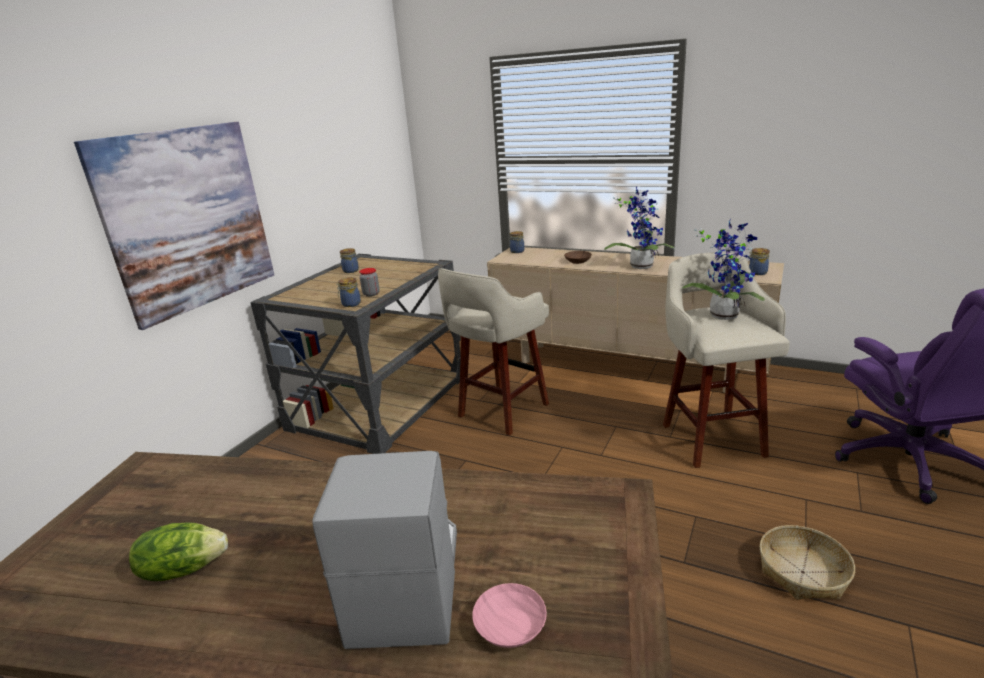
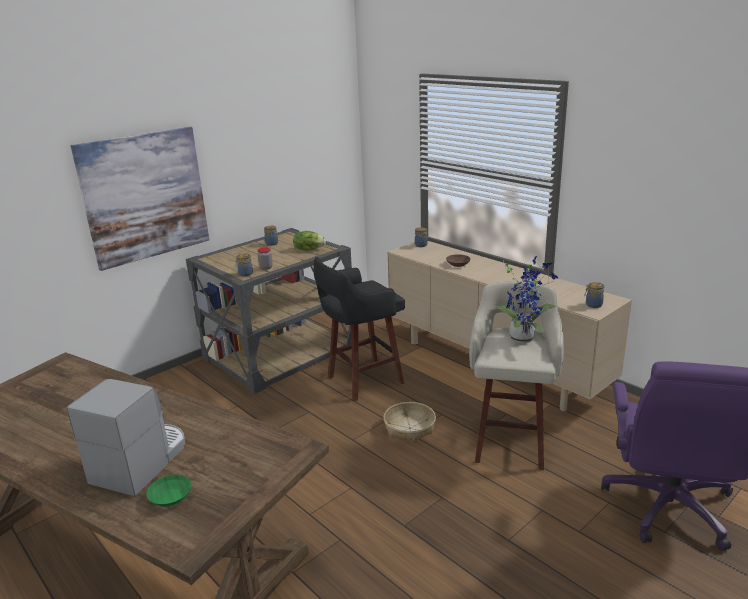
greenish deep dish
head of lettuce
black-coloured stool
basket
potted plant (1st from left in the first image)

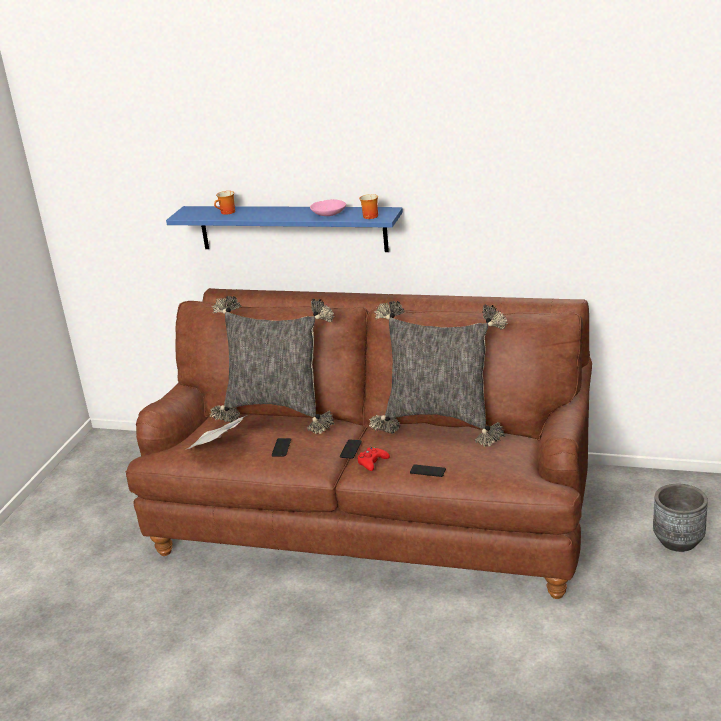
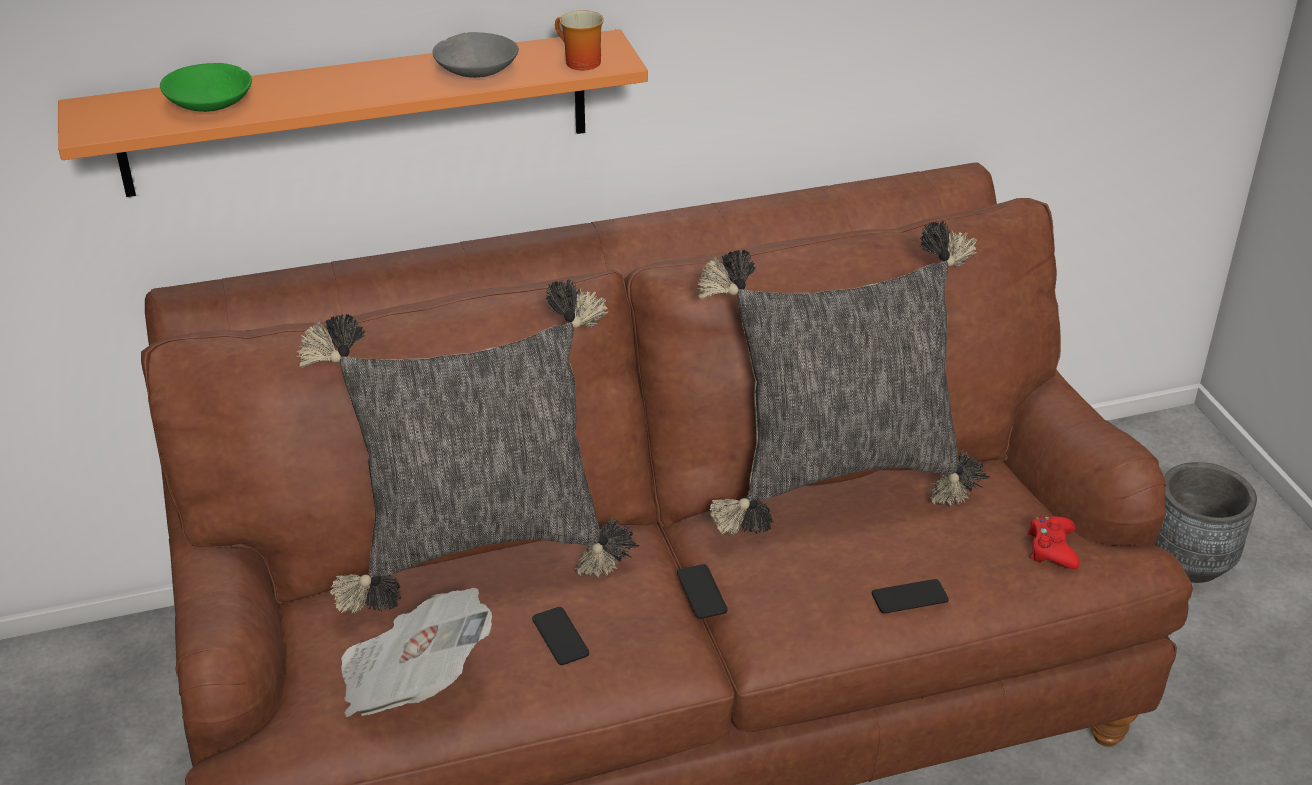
orangey bracket shelf
greenish deep dish
gray deep dish
red-coloured game controller

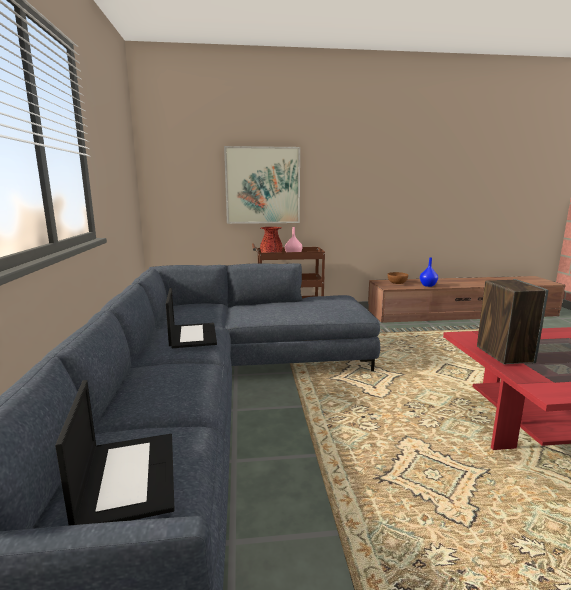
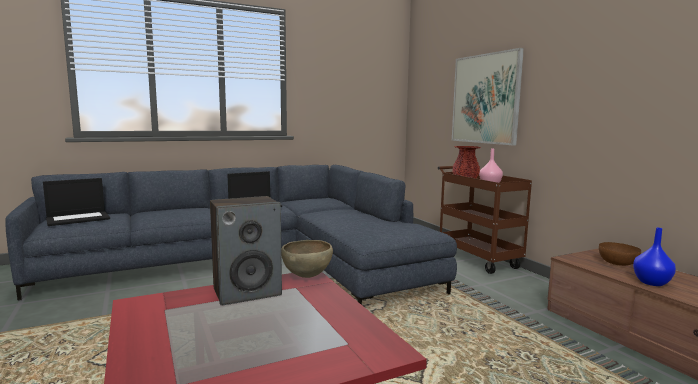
brown-coloured deep dish (1st from left)

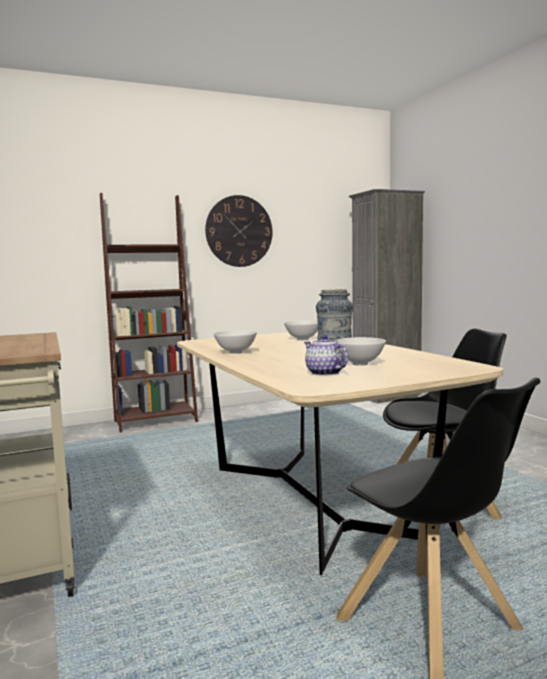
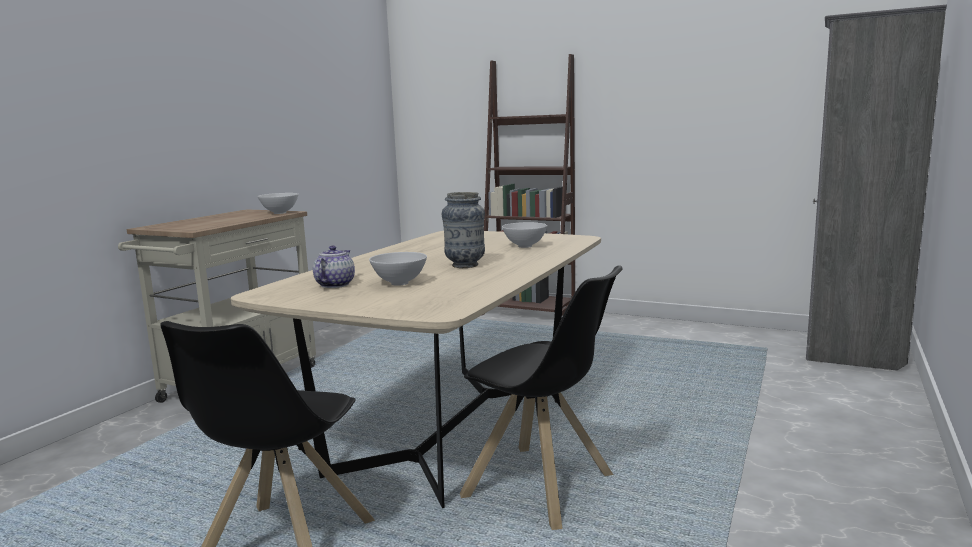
whitish deep dish (1st from left)
hanging clock

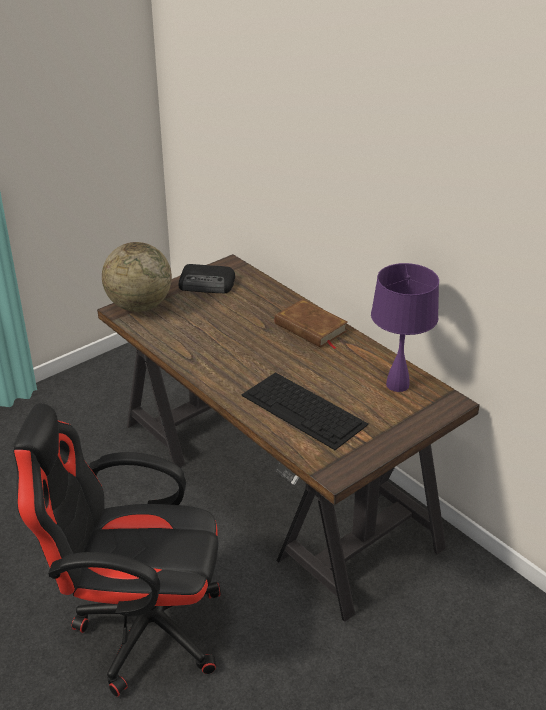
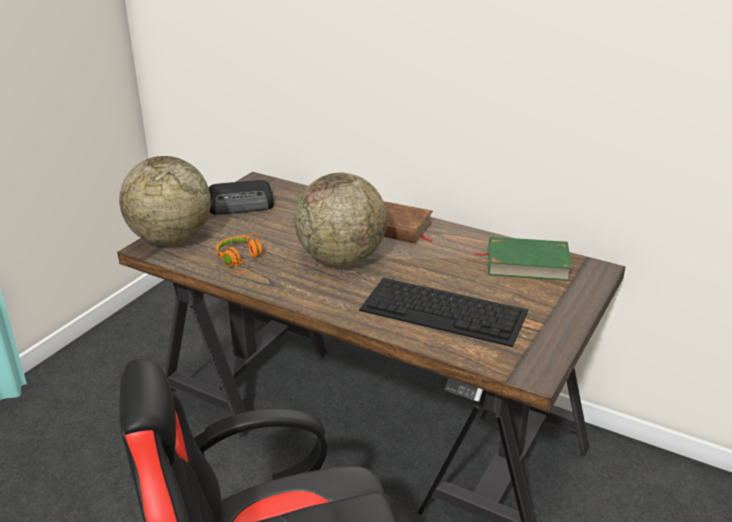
orangey headphones
globe (2nd from left)
greenish volume

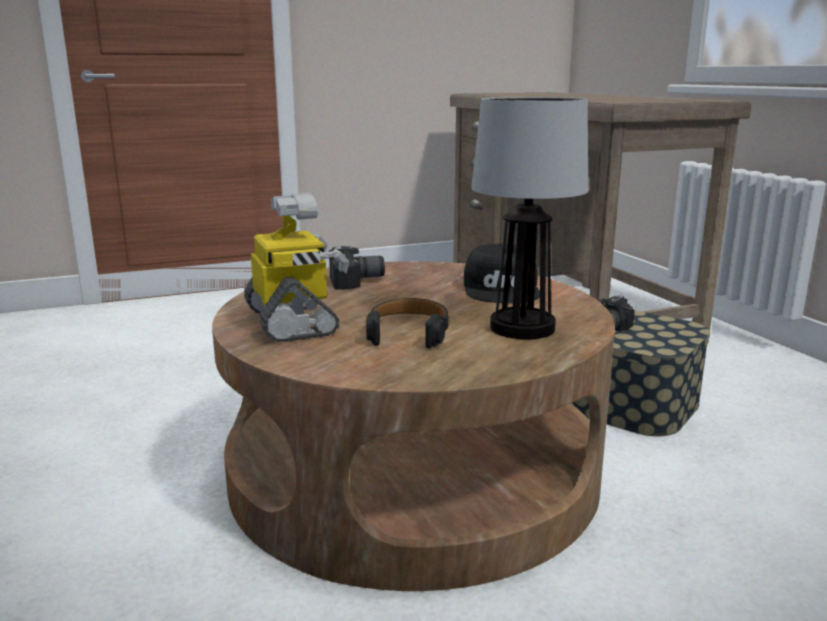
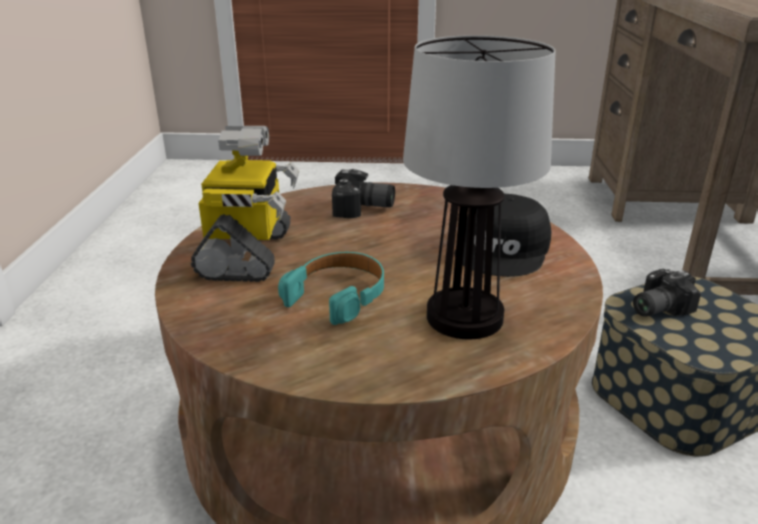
turquoise-coloured headphones

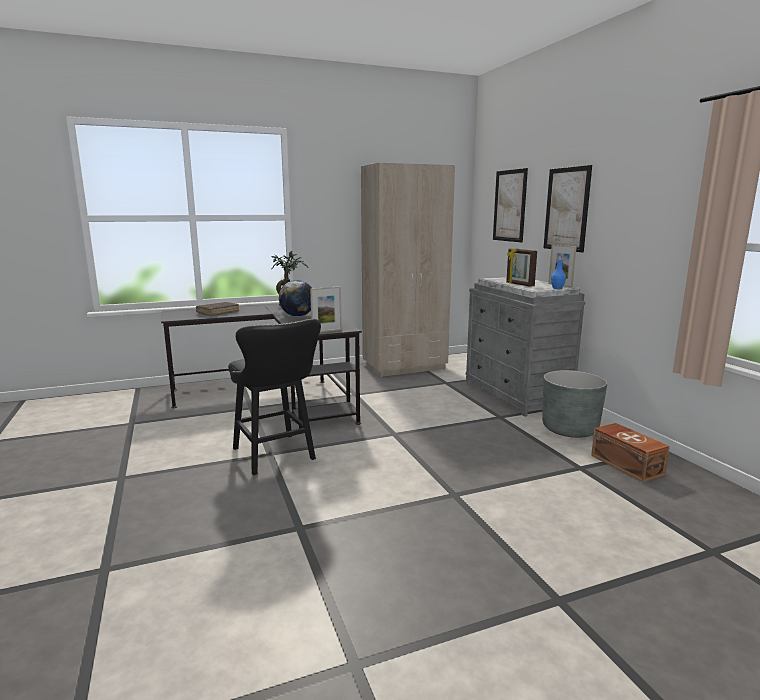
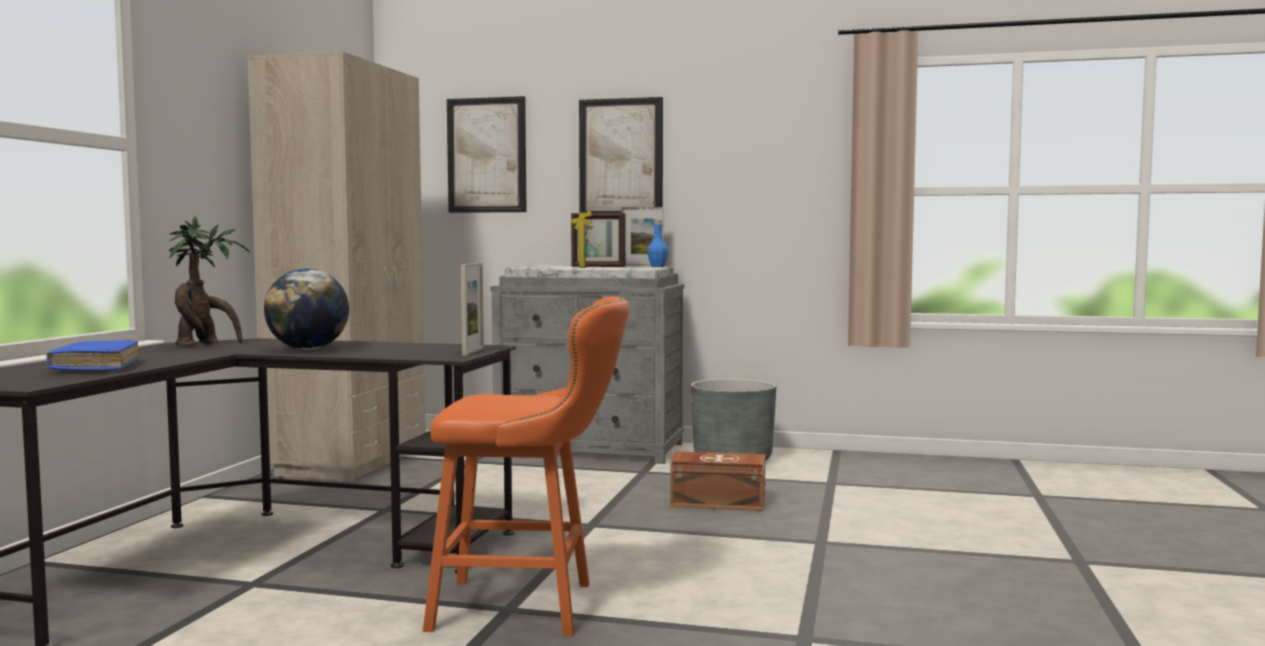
blue volume
orangey stool
brown-coloured storage bin

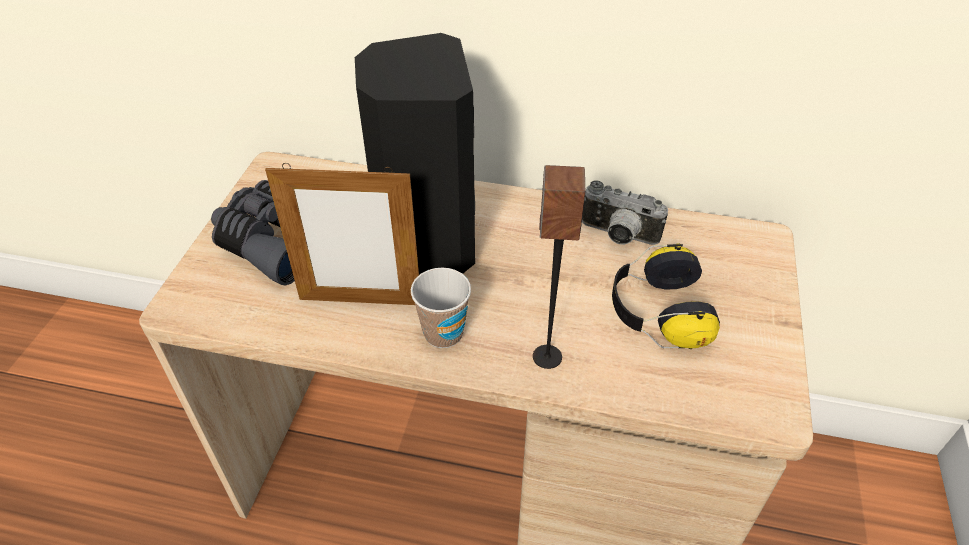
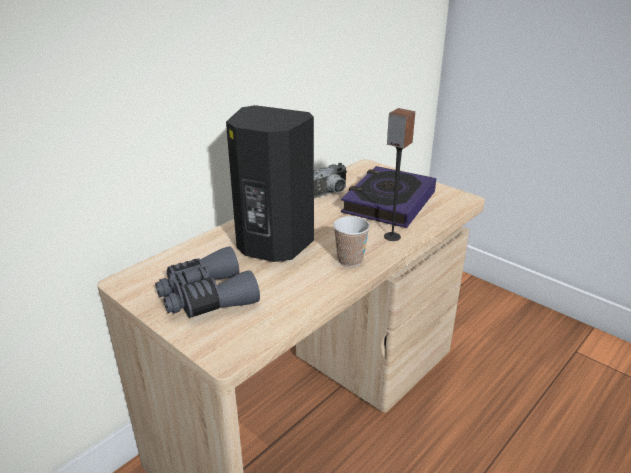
volume
picture frame

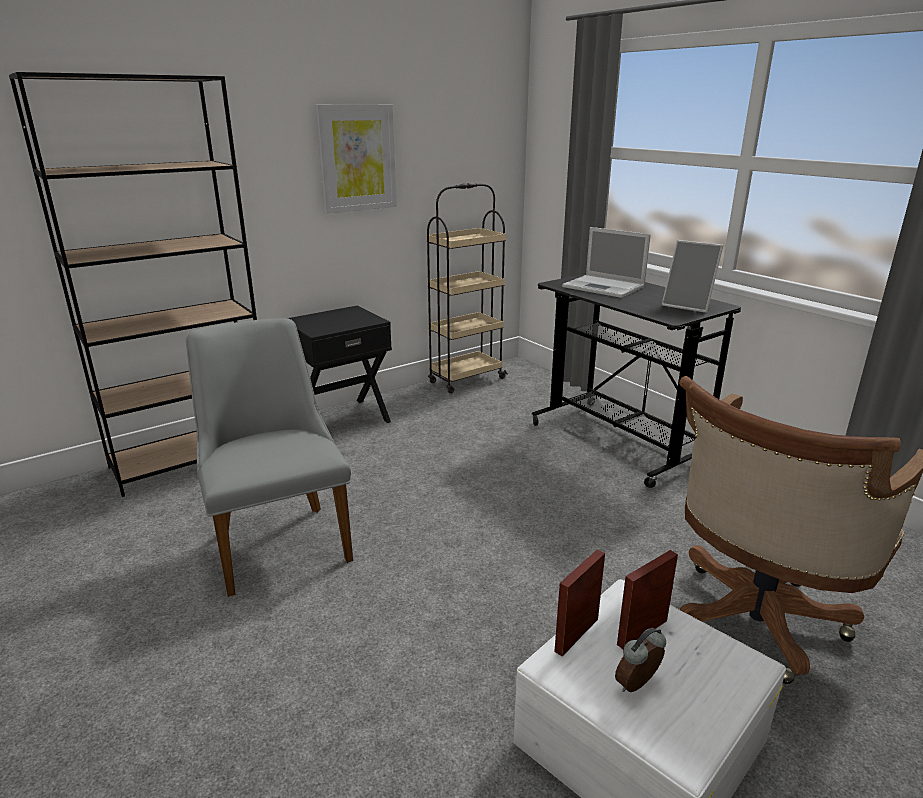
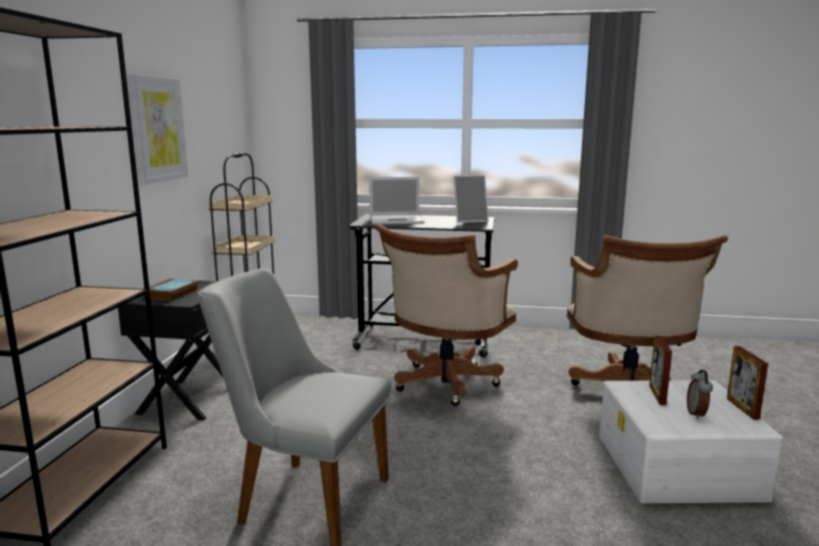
volume
office chair (1st from left)
picture frame (3rd from left)

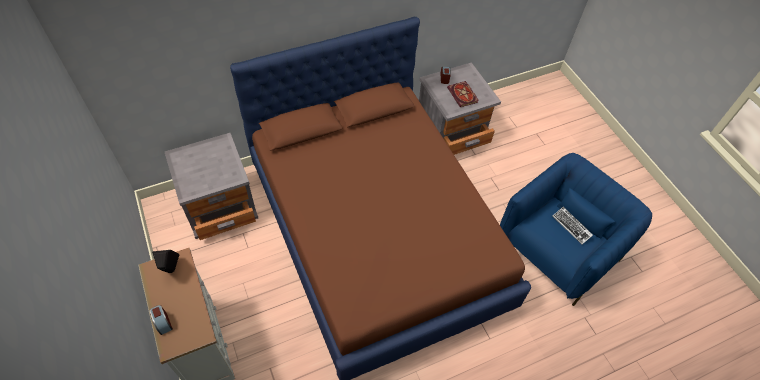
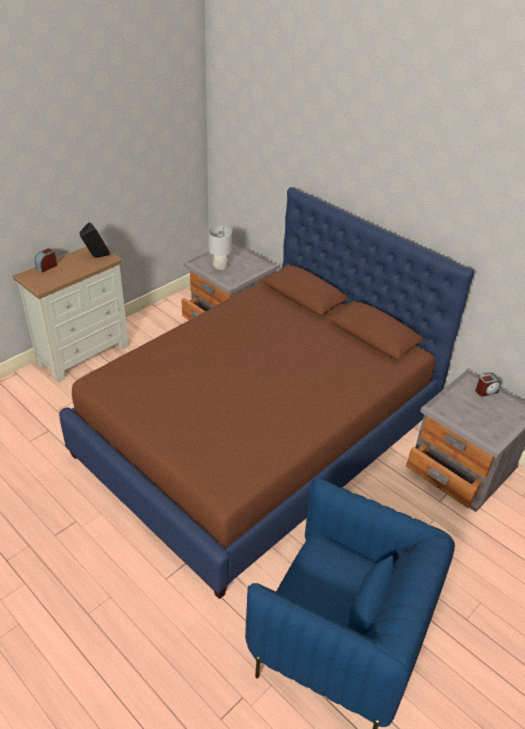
gray table lamp
volume
computer keyboard

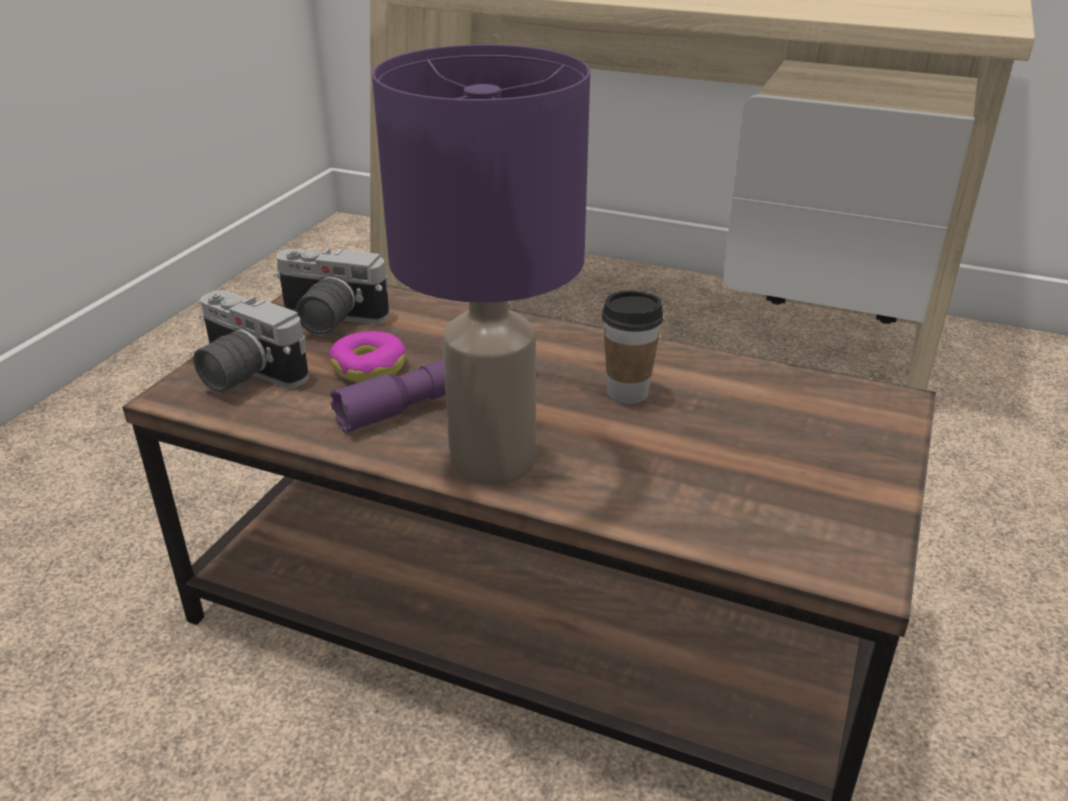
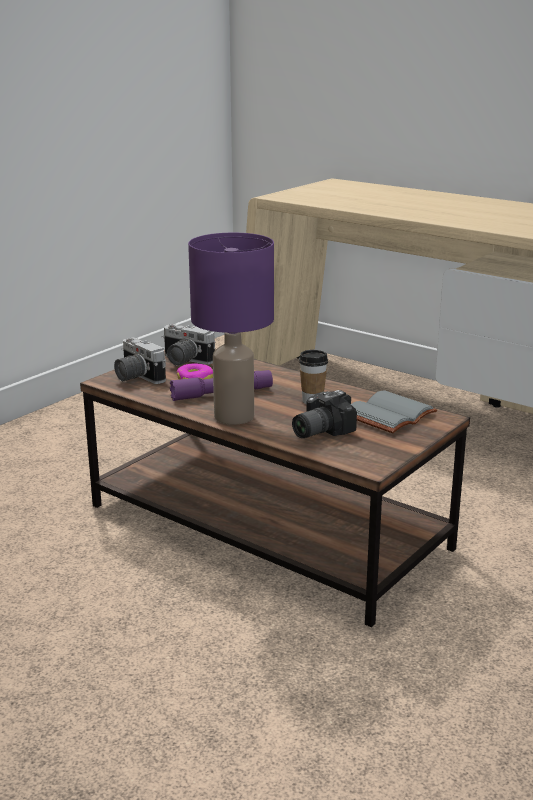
still camera (3rd from left)
gray volume

